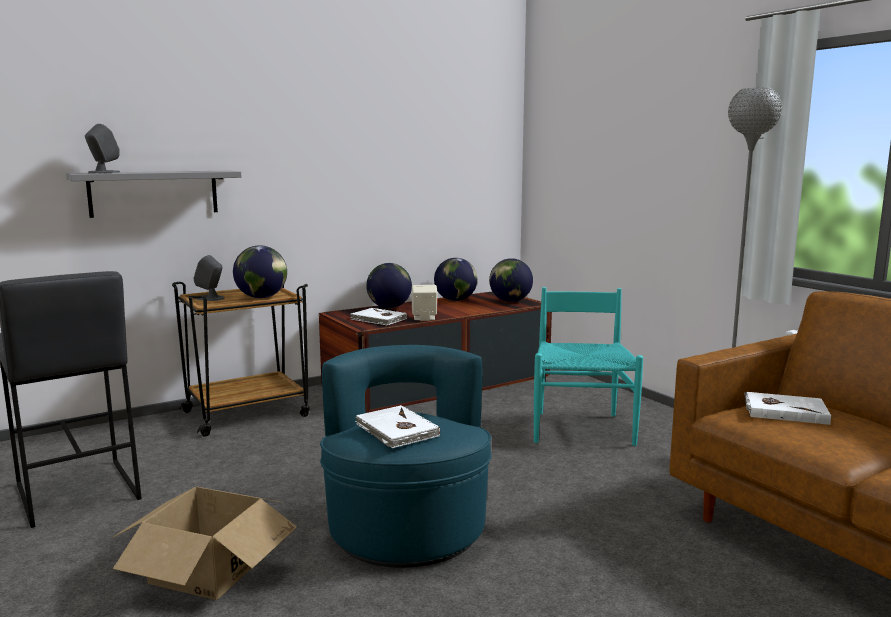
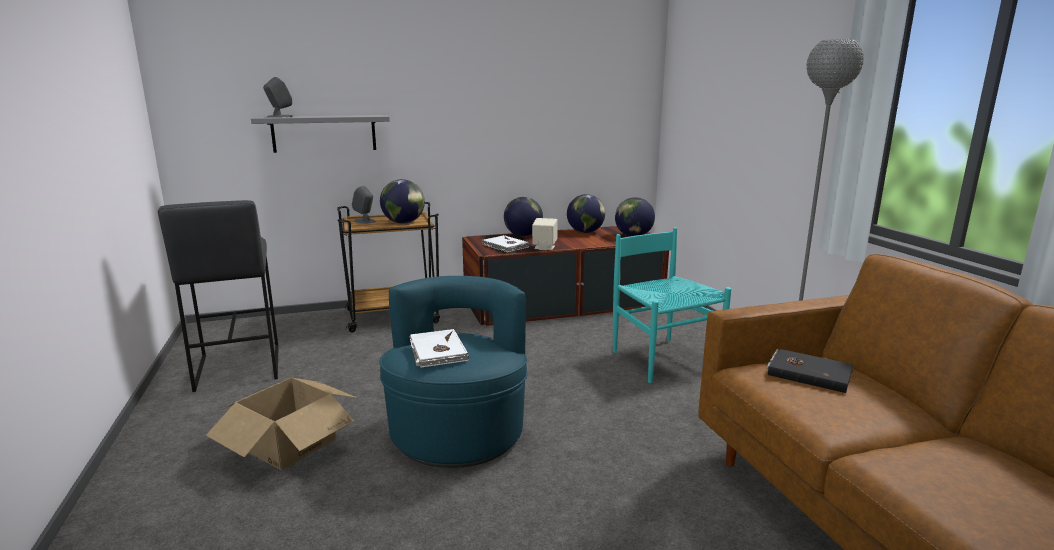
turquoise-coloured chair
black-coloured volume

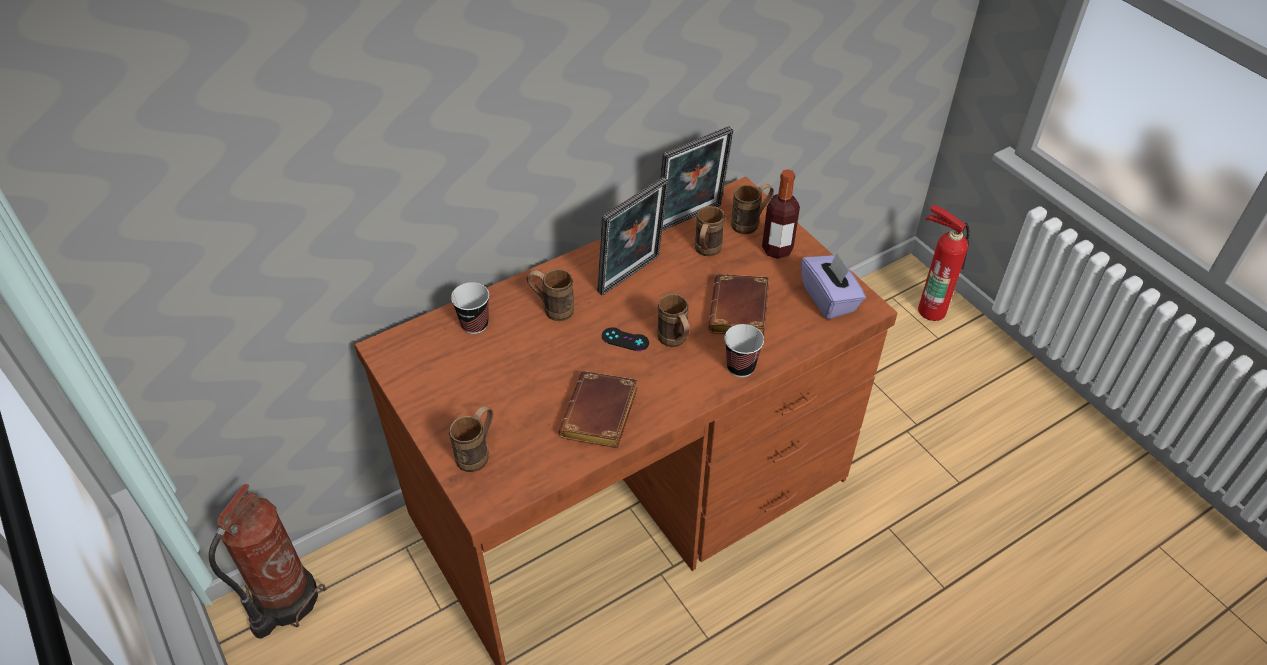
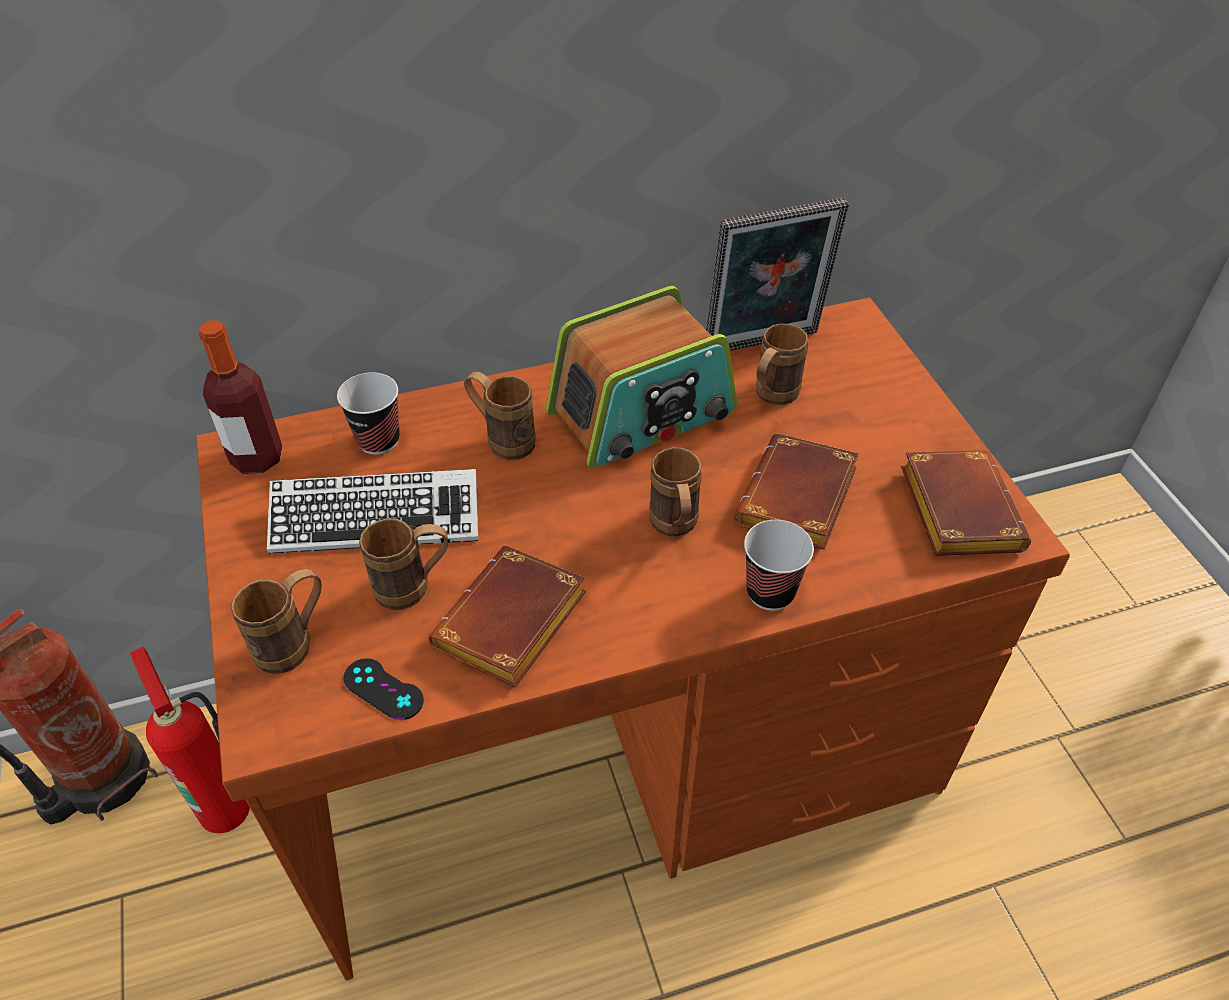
extinguisher (2nd from left)
beverage bottle
computer keyboard
black-coloured game controller
brown-coloured tea mug (2nd from left)
radio set
brown-coloured volume (3rd from left)

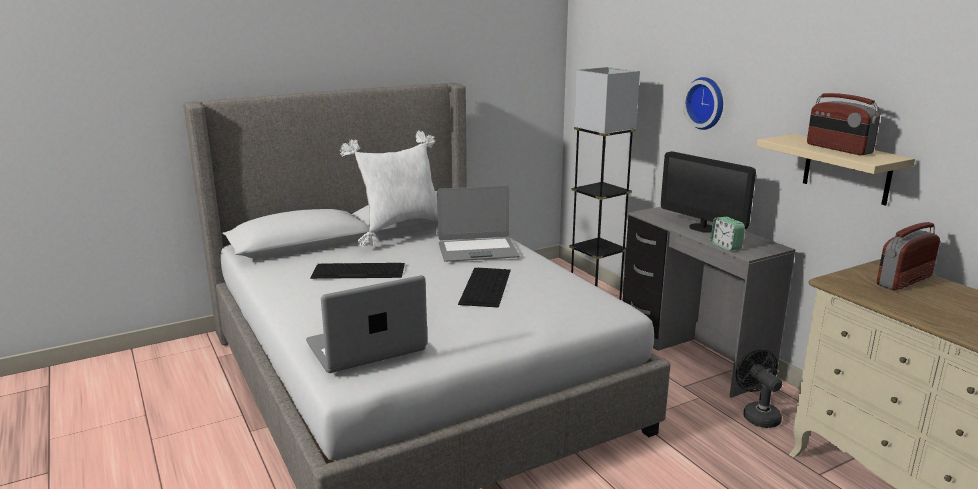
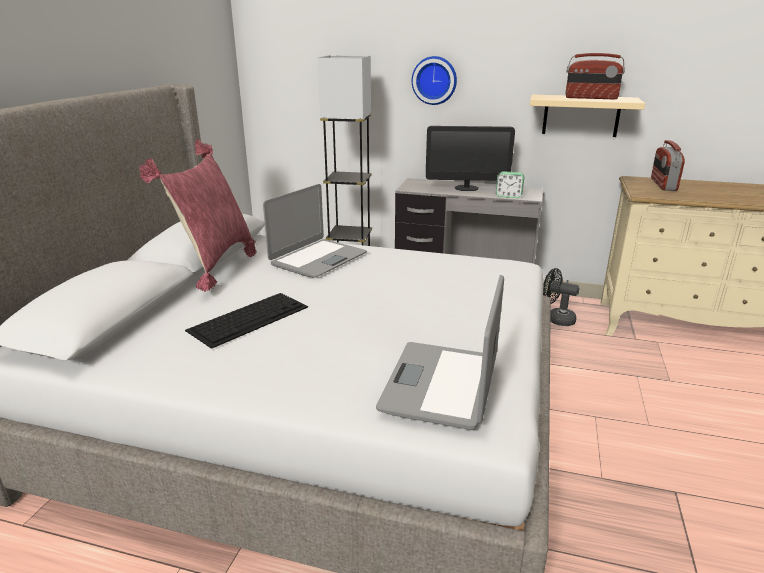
red-coloured throw pillow
computer keyboard (2nd from left in the first image)

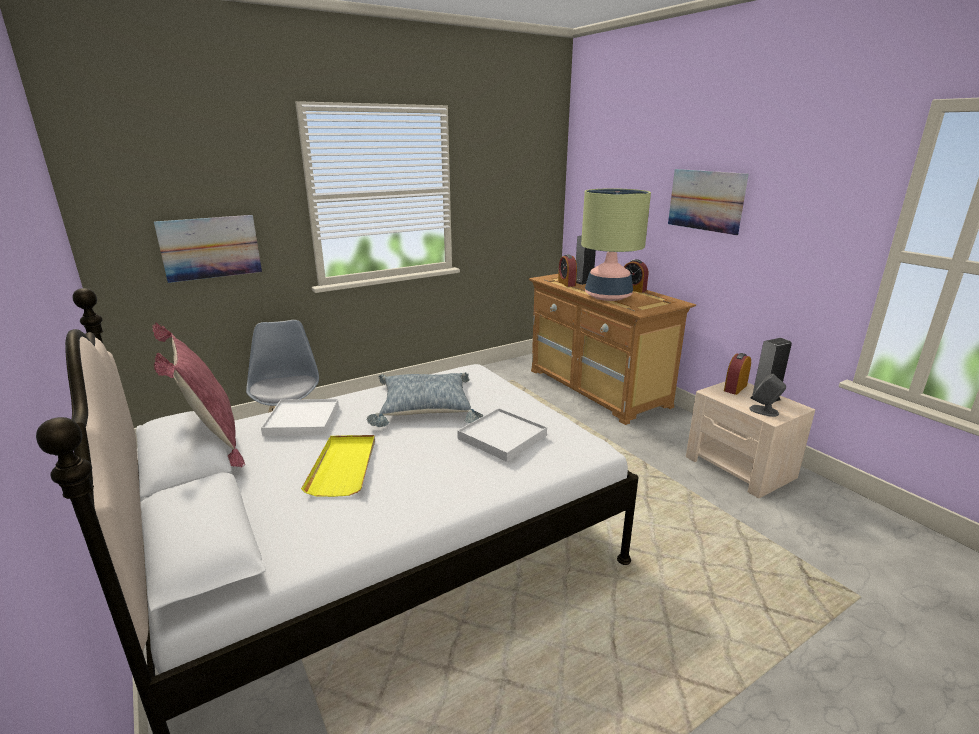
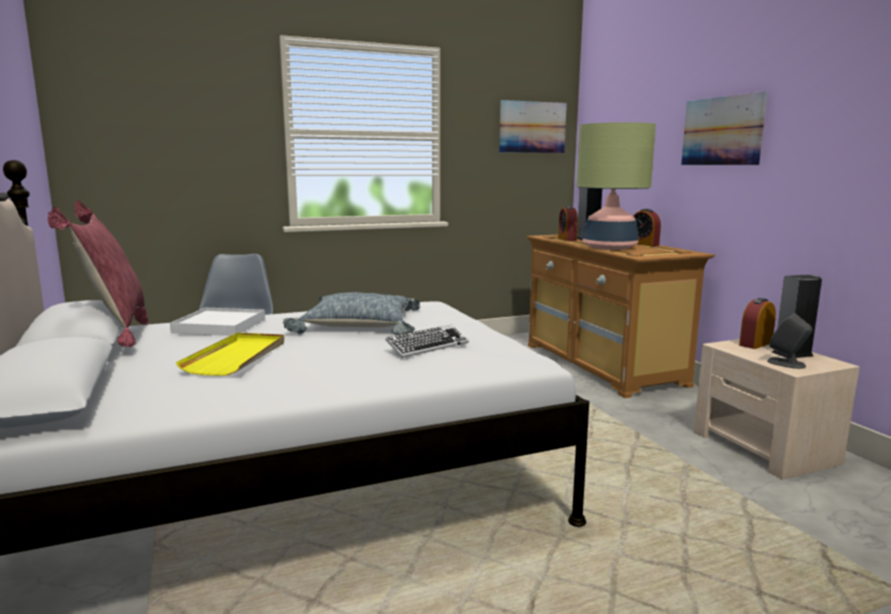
computer keyboard
picture (1st from left)

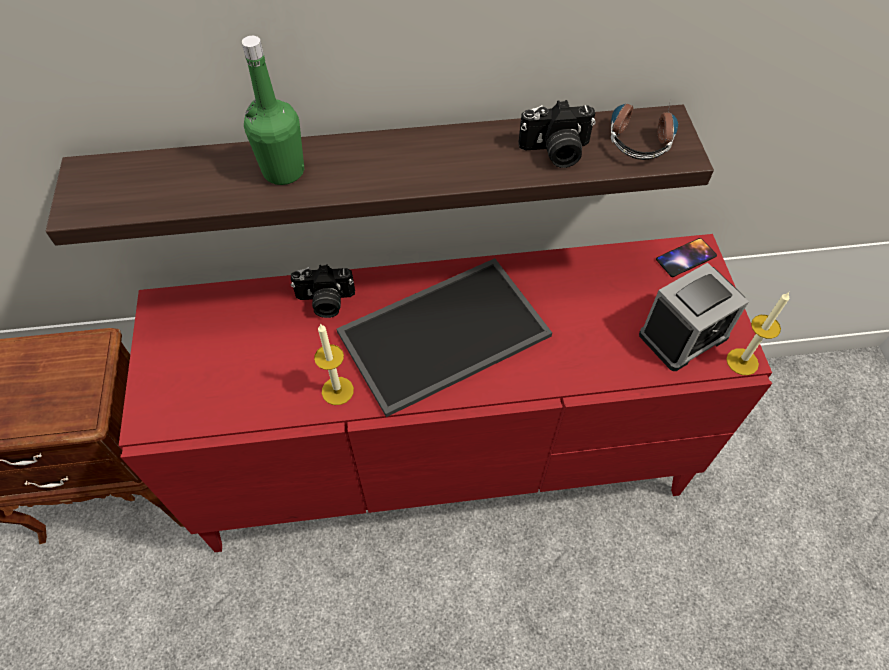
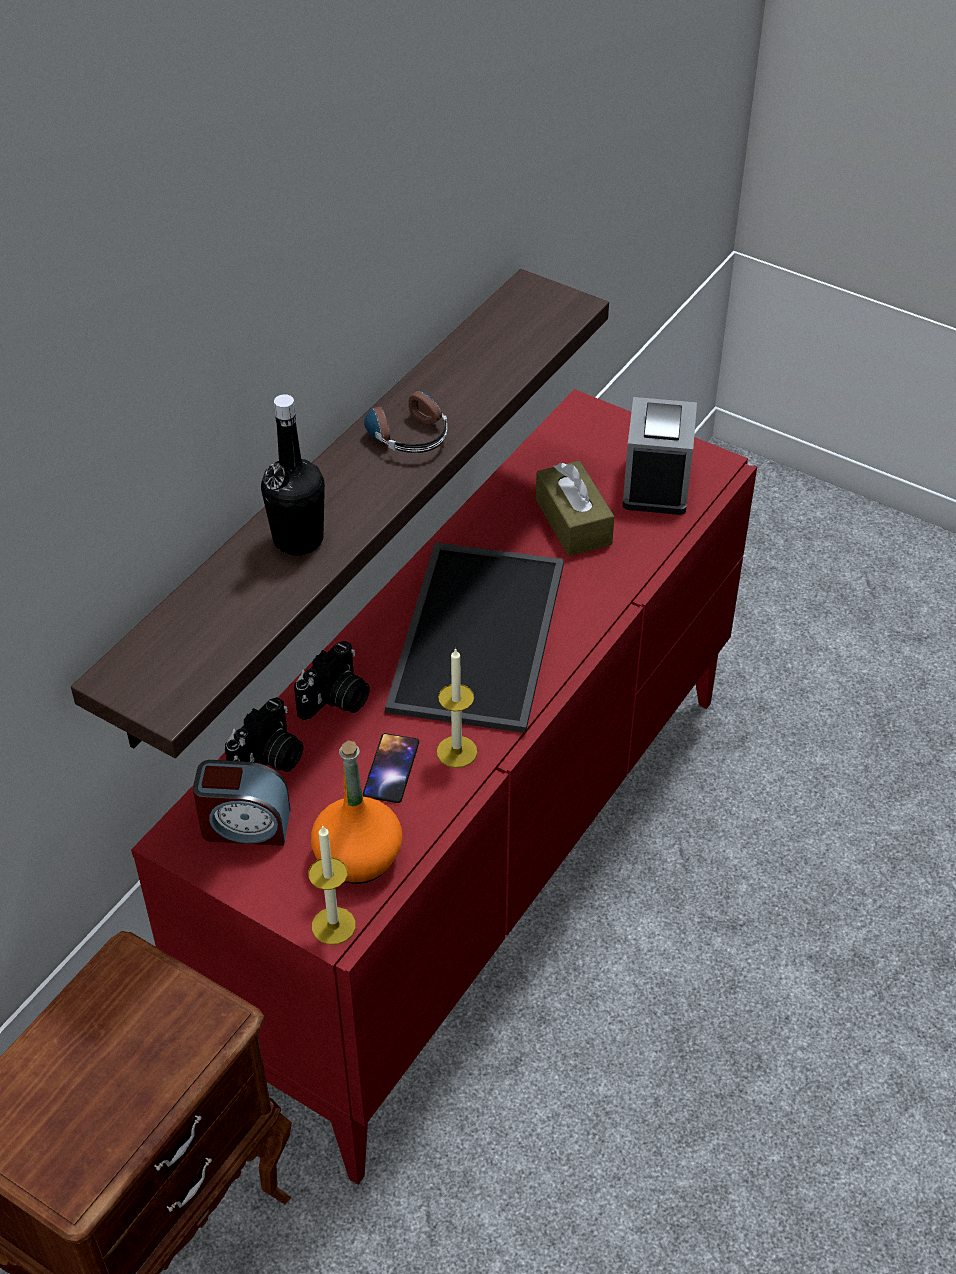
table clock (1st from left)
still camera (1st from left)
black-coloured beverage bottle
wax light (1st from left)
orangey beverage bottle
phone
headphones
brown-coloured box of tissues

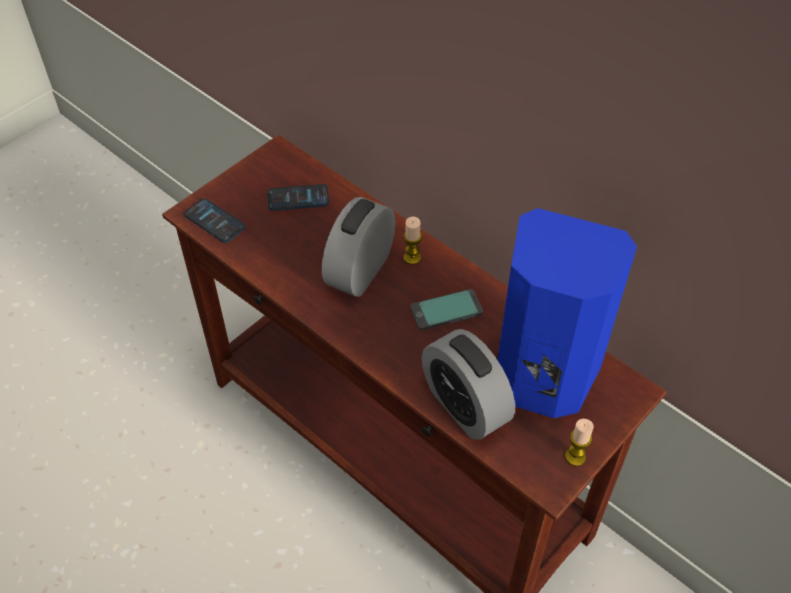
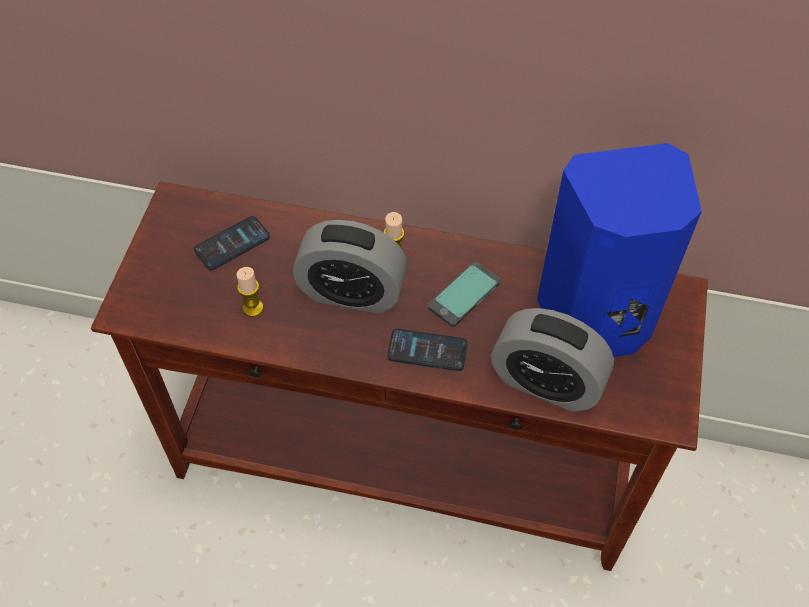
wax light (1st from left)
table clock (1st from left)
phone (2nd from left)

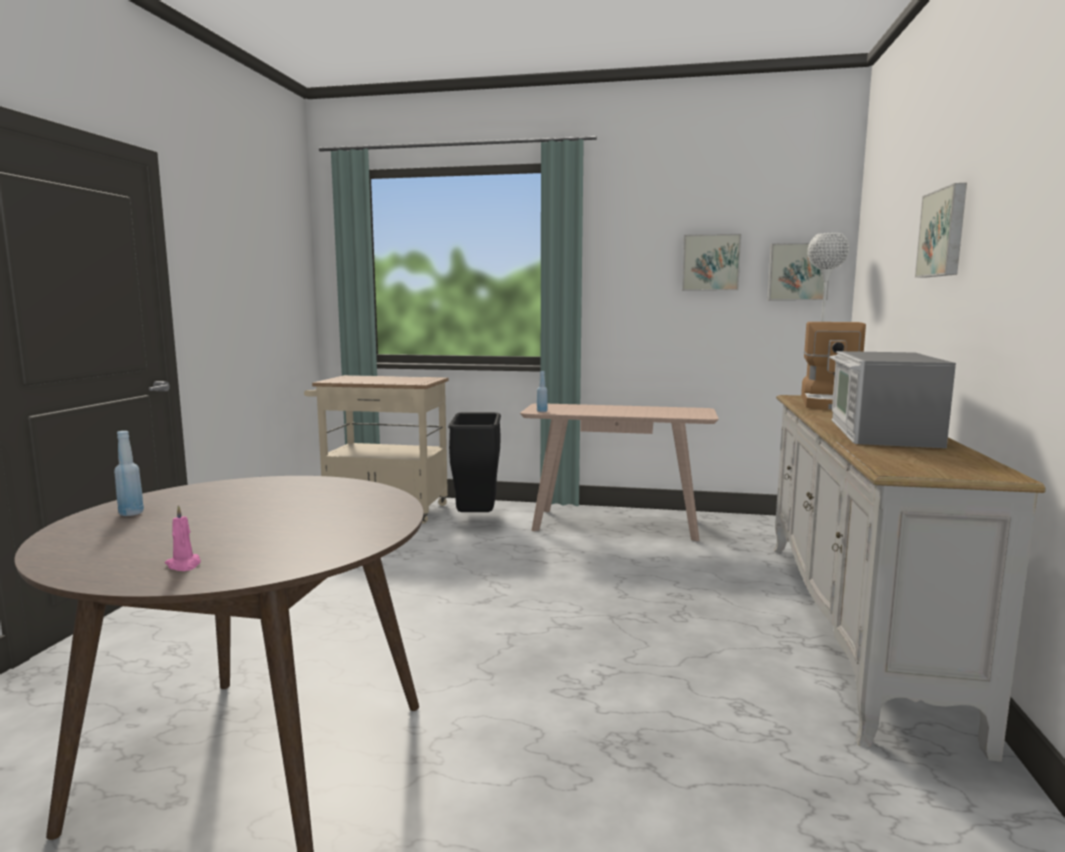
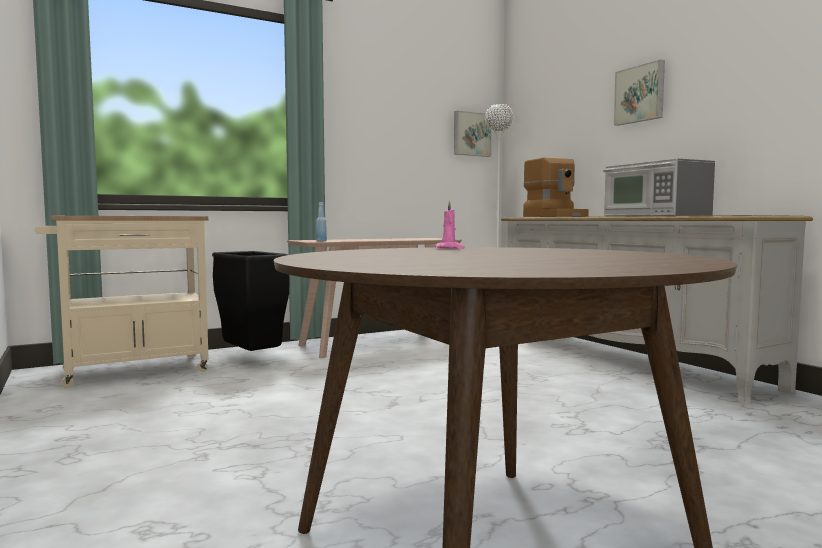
pink-coloured wax light
blue beverage bottle (1st from left in the first image)
picture (1st from left in the first image)

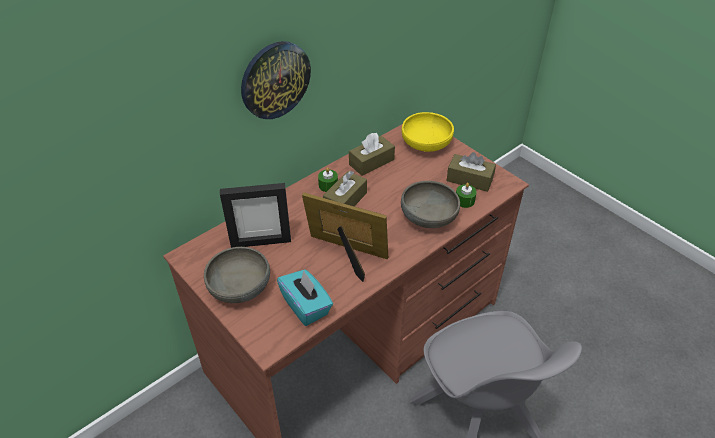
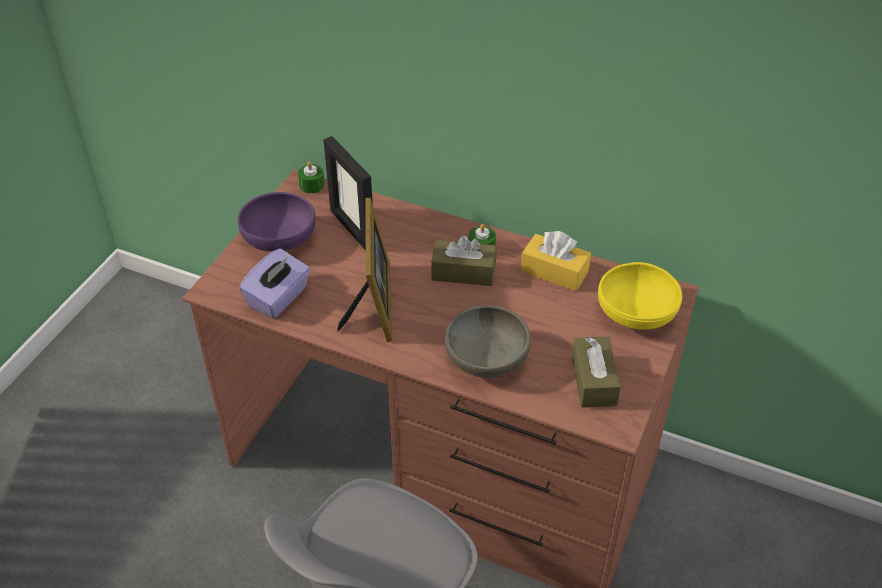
purple deep dish
purple box of tissues
greenish wax light (1st from left)
yellowish box of tissues
hanging clock

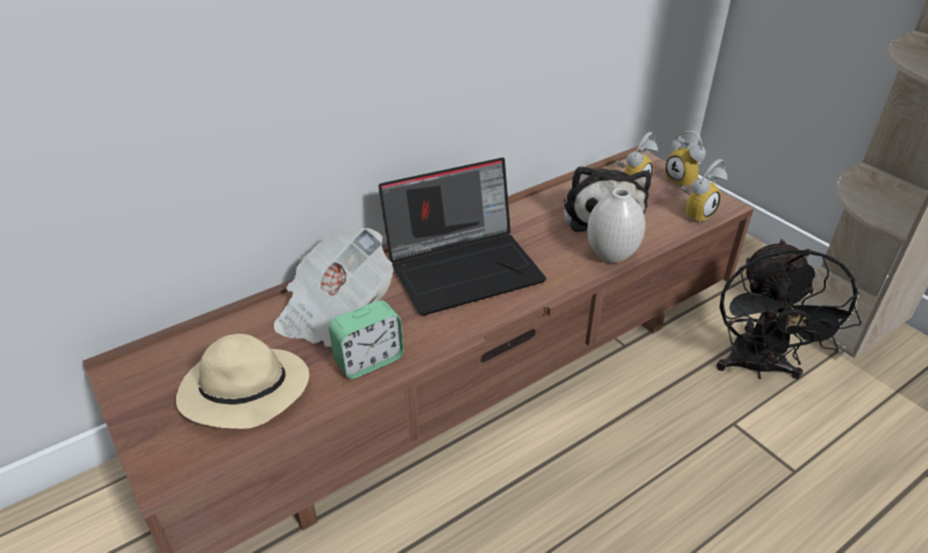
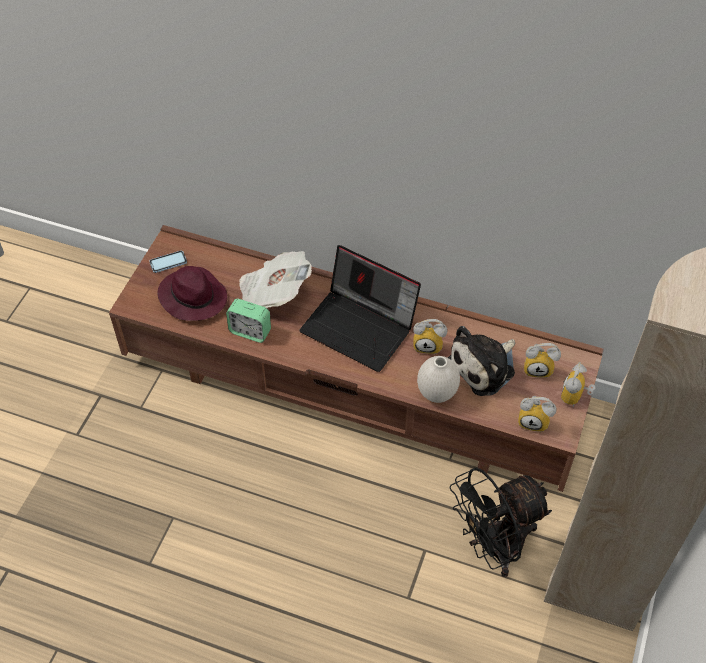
phone
purple hat
table clock (2nd from left)

